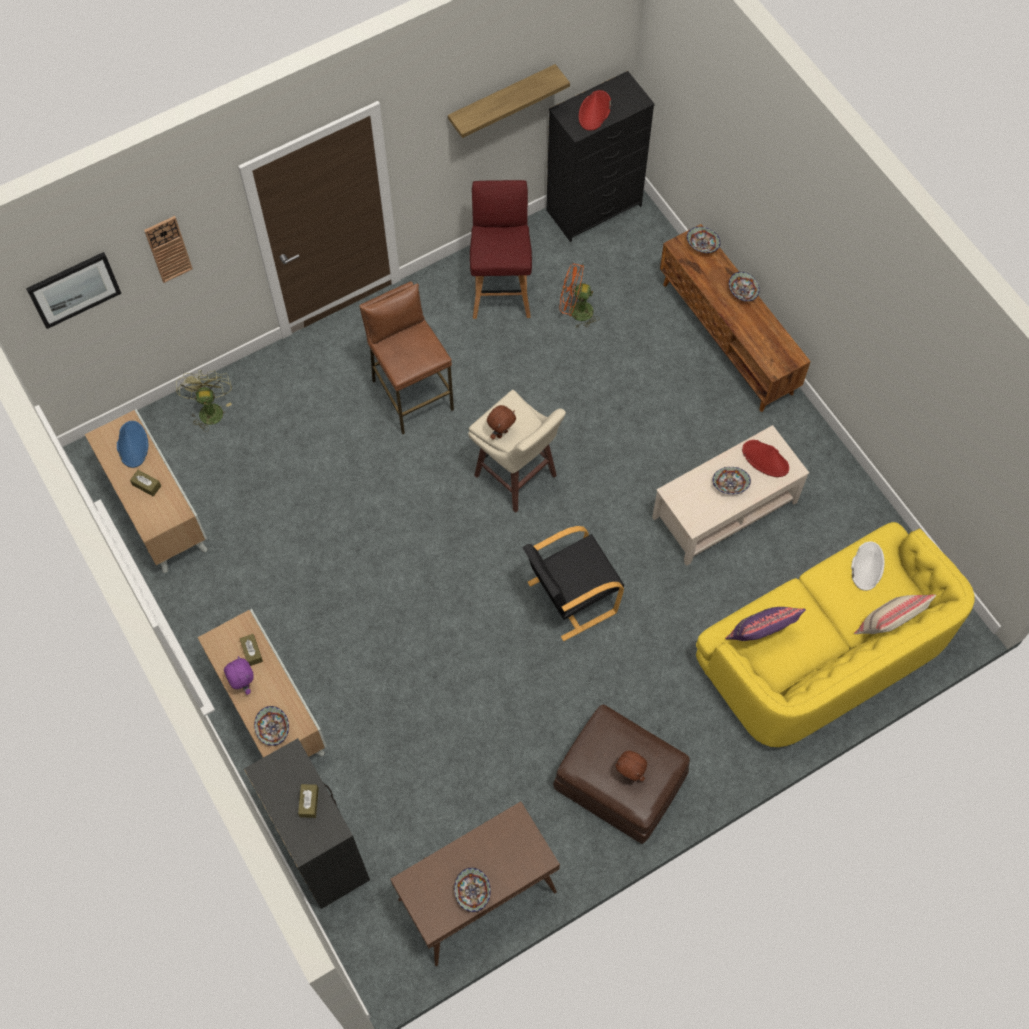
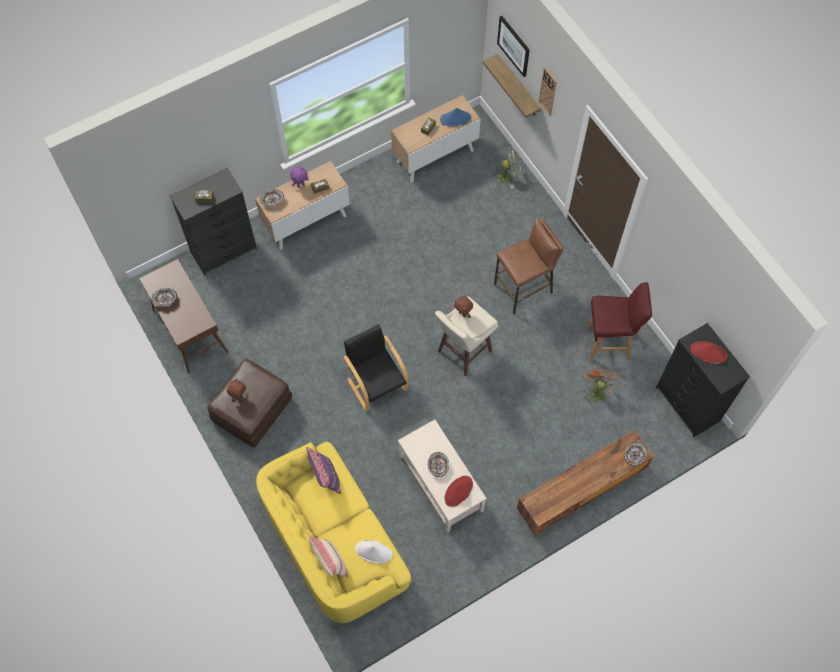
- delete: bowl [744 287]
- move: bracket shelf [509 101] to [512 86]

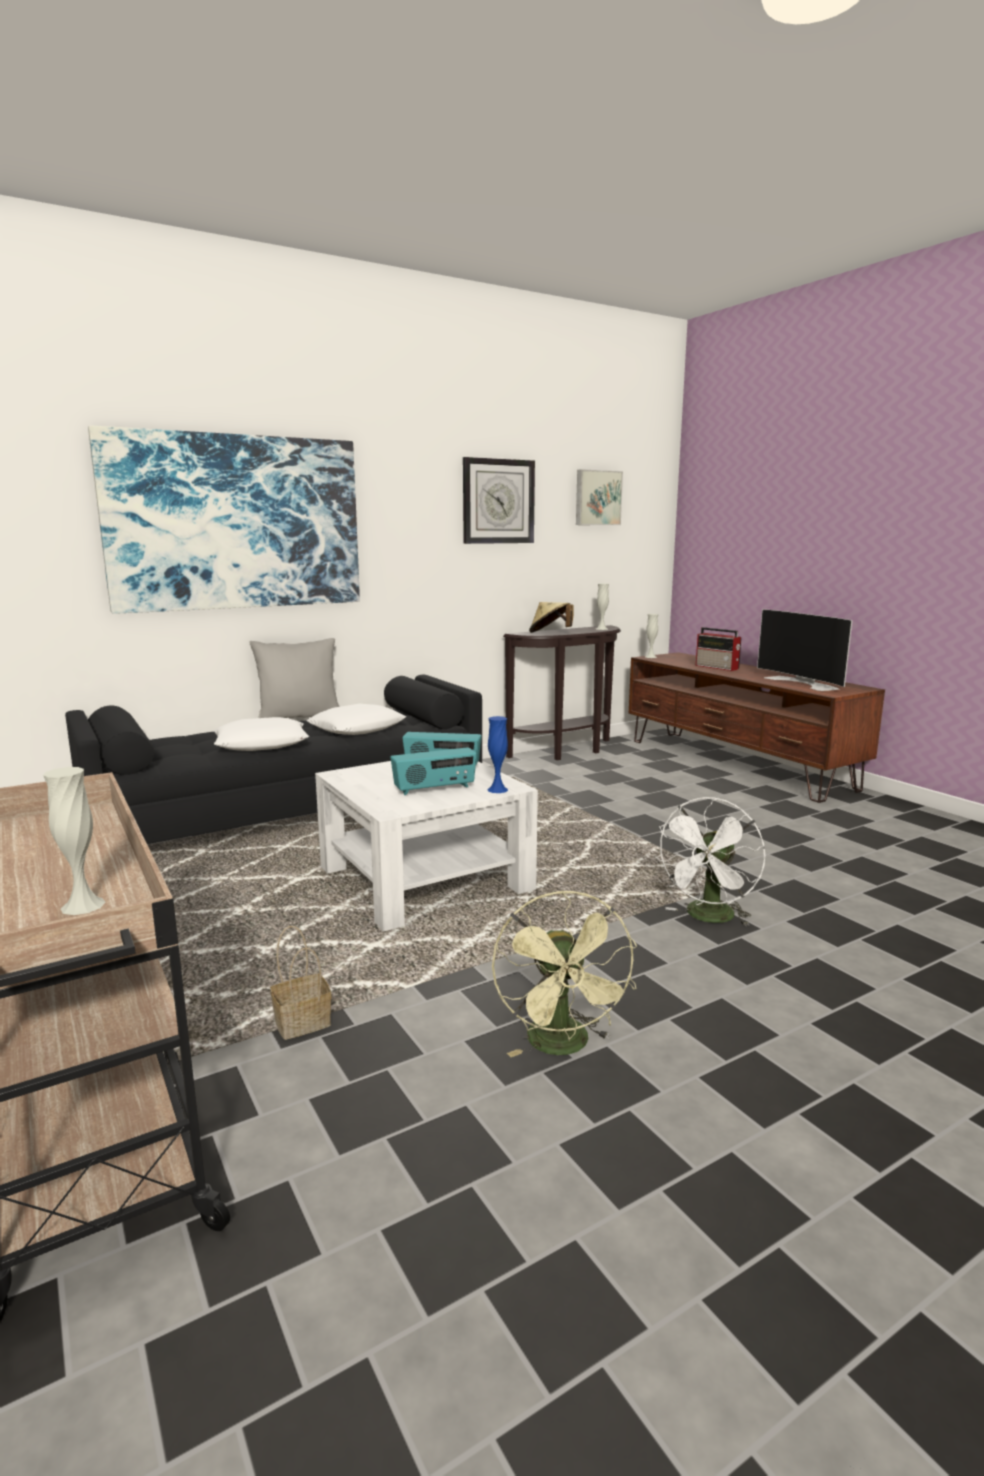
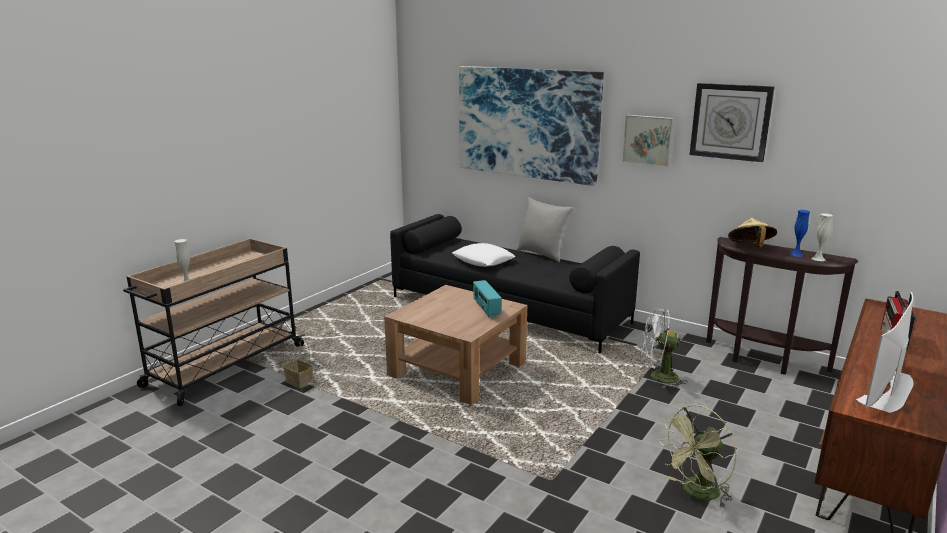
- delete: pillow/whitish [356 719]
- delete: radio receiver [433 771]
- delete: vase/whitish [652 636]
- move: vase/blue [497 754] to [800 233]
- move: cooling fan/green-coloured [564 973] to [697 456]
- move: picture [599 497] to [648 141]
- move: cooling fan/whitish [710 861] to [664 348]
- recolor: lounge table/whitish [426 846] to lounge table/brownish [455 345]

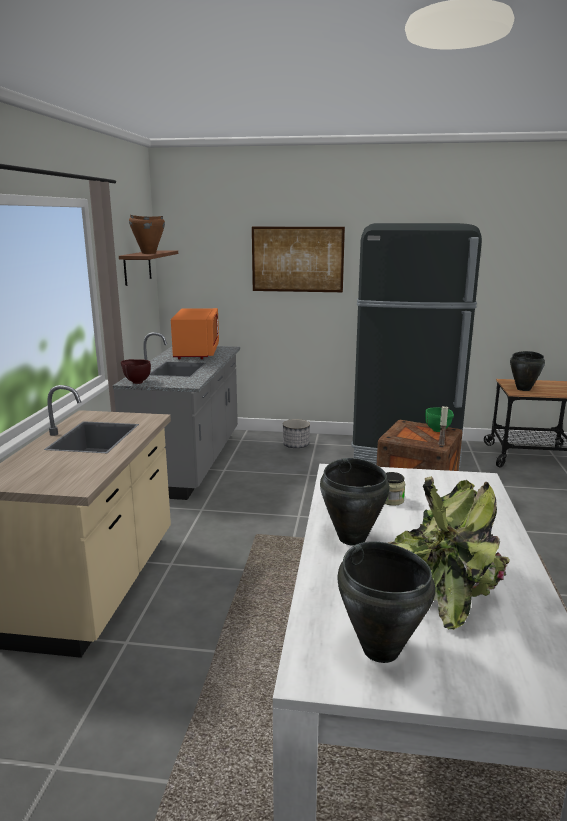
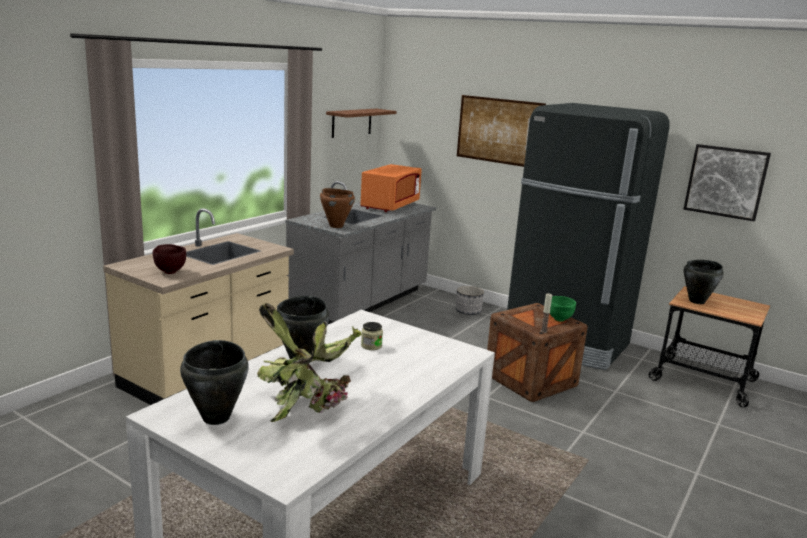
- insert: picture [727 183]
- move: bowl/brownish [136 371] to [169 259]
- move: saucepot/brownish [147 234] to [337 208]

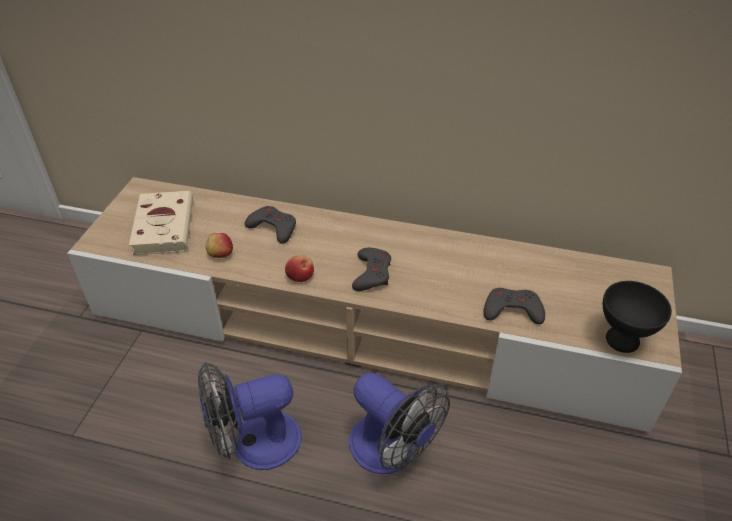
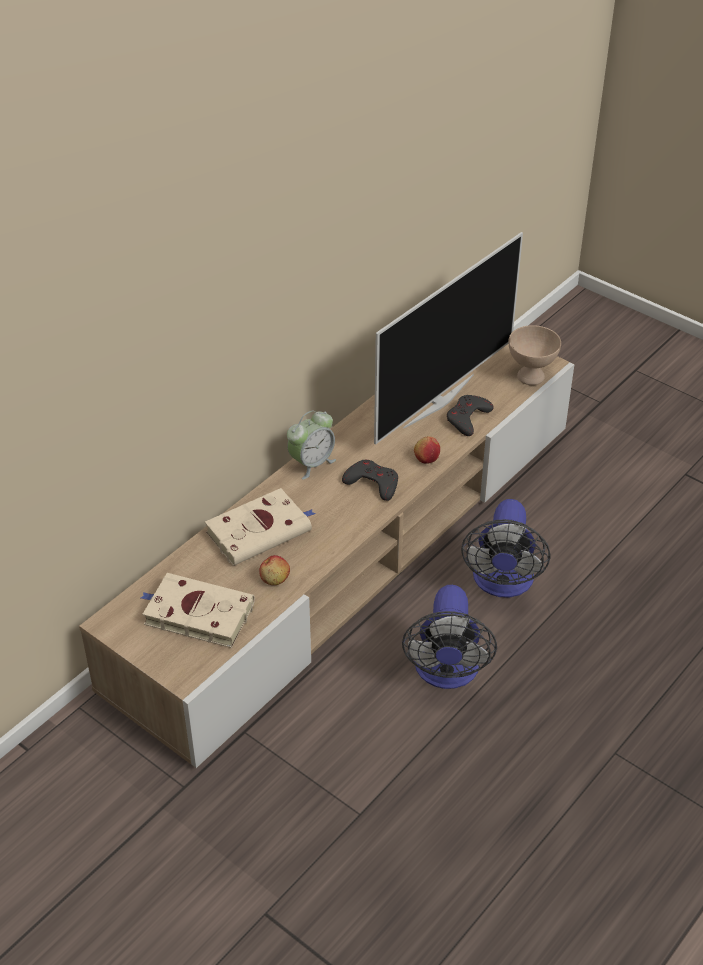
- insert: alarm clock [311 445]
- insert: TV set [448 338]
- move: apple [299 268] to [427 450]
- replace: gamepad/greyish [270 225] to bound book/beige-coloured [260 527]
- recolor: bowl/blackish [637 317] to bowl/beige-coloured [534 355]
- rotate: cooling fan [399 423] = [505 548] 120 degrees clockwise

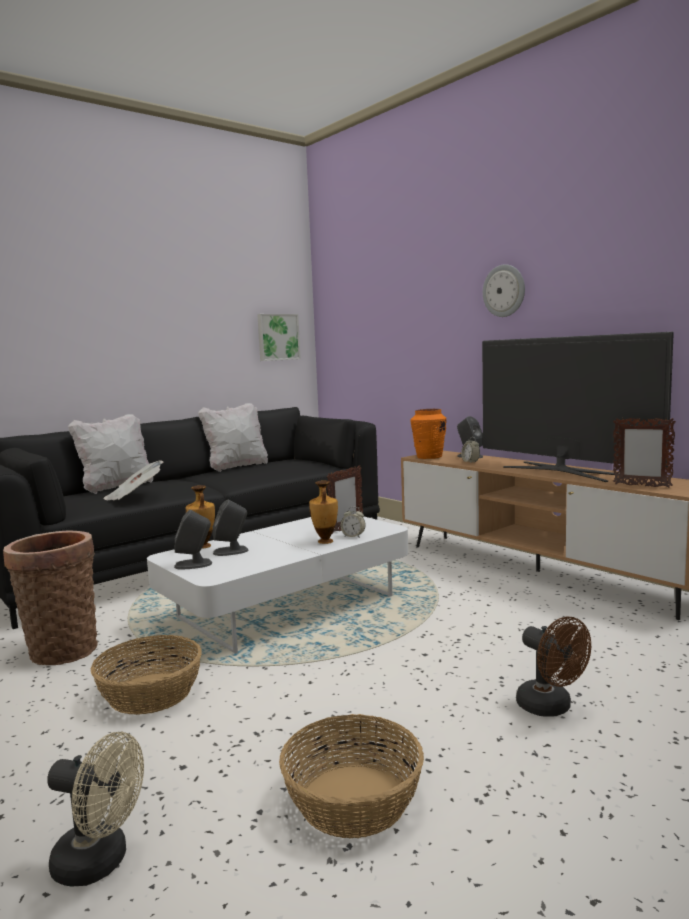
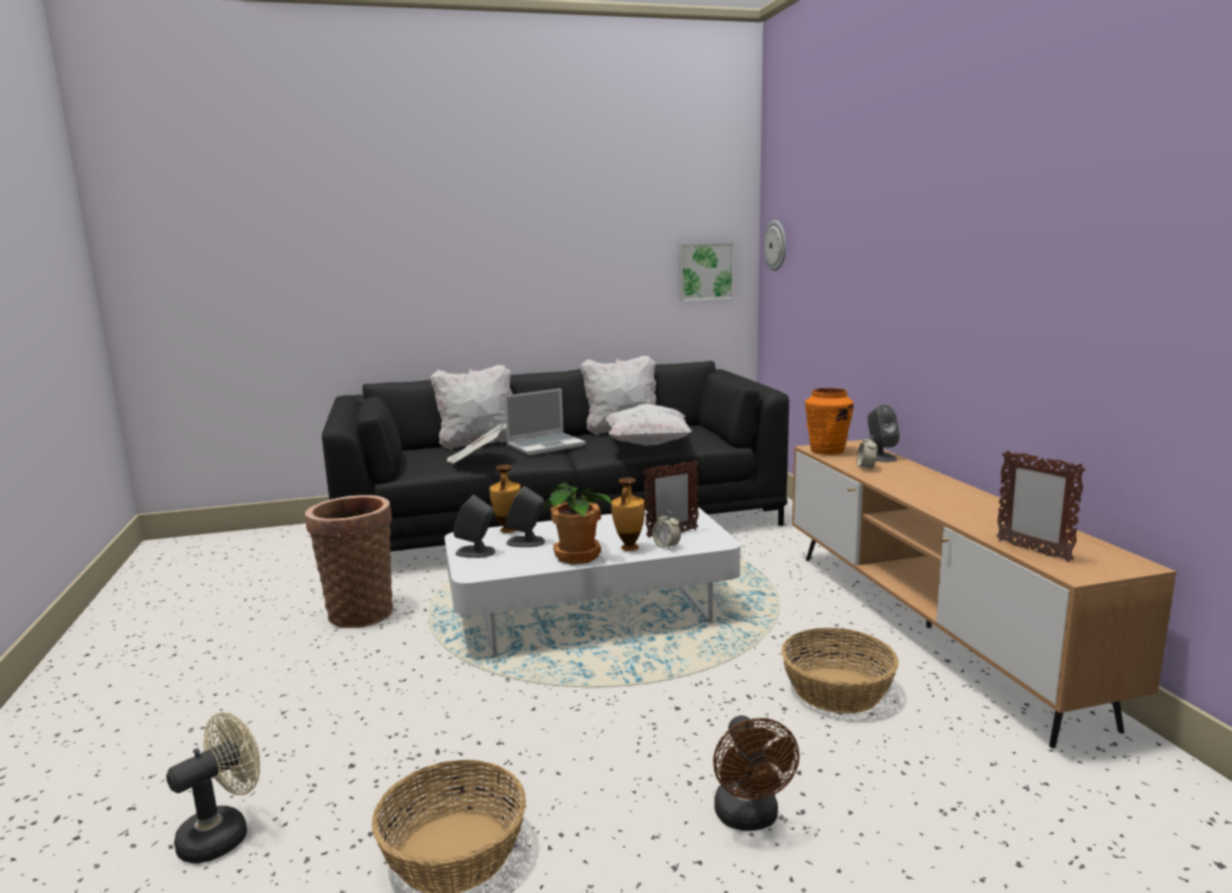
- delete: TV set [578 407]
- insert: laptop [545 422]
- insert: plant in a pot [578 523]
- insert: pillow/whitish [648 425]
- move: household basket [146 675] to [840 671]
- move: clock on the wall [504 290] to [774 245]
- rotate: cooling fan/beige-coloured [95 809] = [213 787] 90 degrees counterclockwise

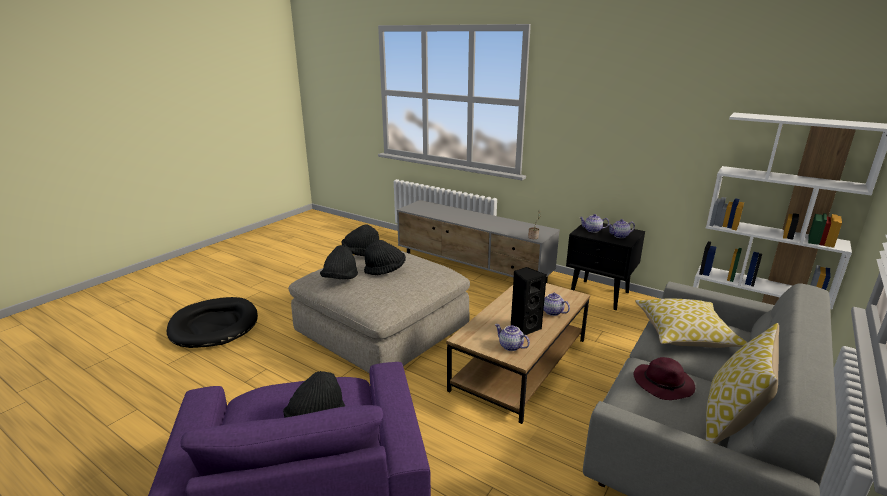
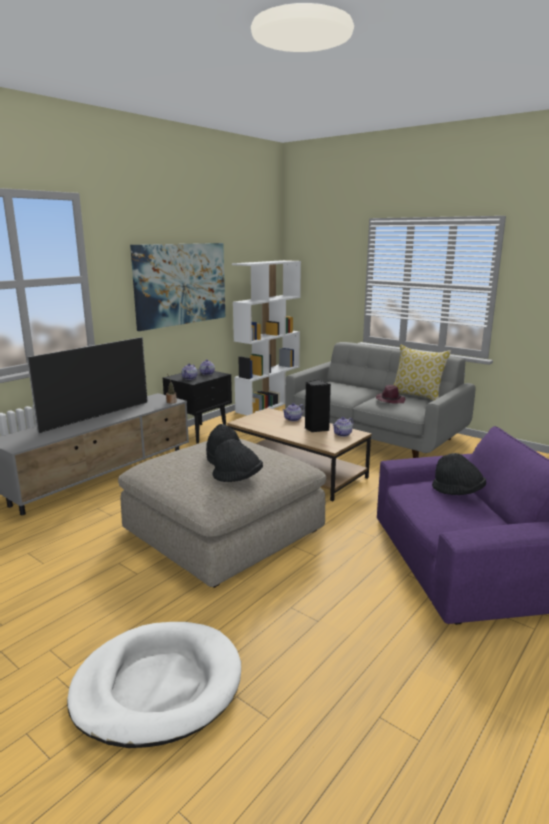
- delete: clothing hat/blackish [360 240]
- delete: pillow [691 323]
- insert: TV set [87 385]
- insert: picture [177 287]
- recolor: pet bed/blackish [212 322] to pet bed/whitish [154 685]

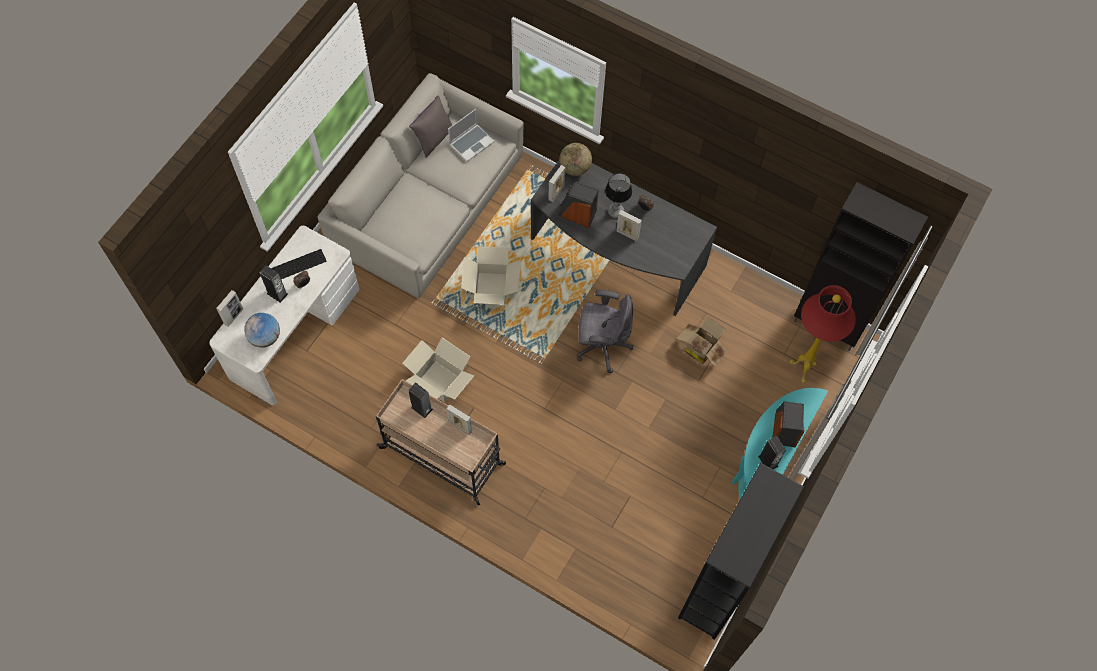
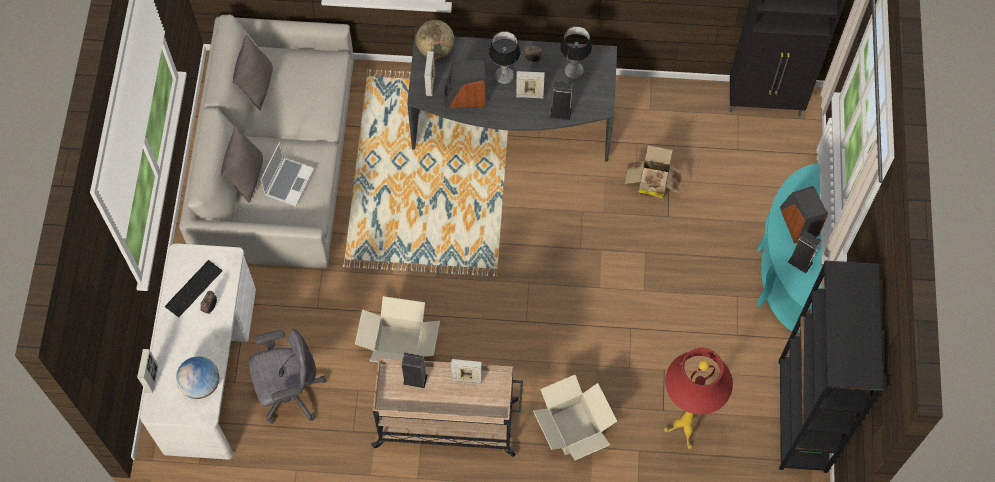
- insert: pillow/greyish [242 164]
- insert: lamp for a table [576 52]
- move: loudspeaker [274 284] to [561 100]
- move: laptop [471 135] to [287 174]
- move: packing box [491 275] to [575 417]
- move: computer chair/greyish [605 331] to [287 376]
- move: standing lamp/reddish [823 334] to [698 398]

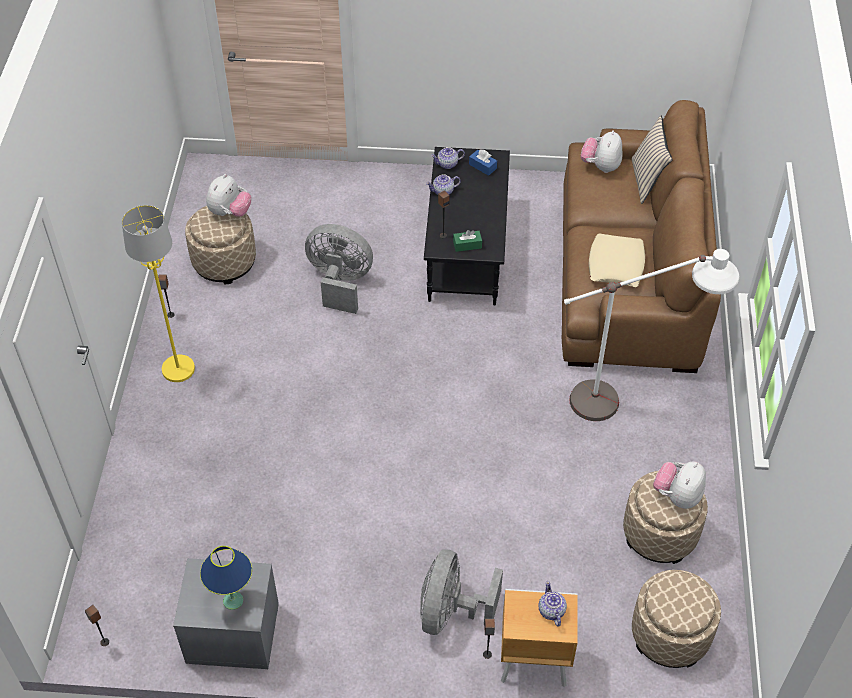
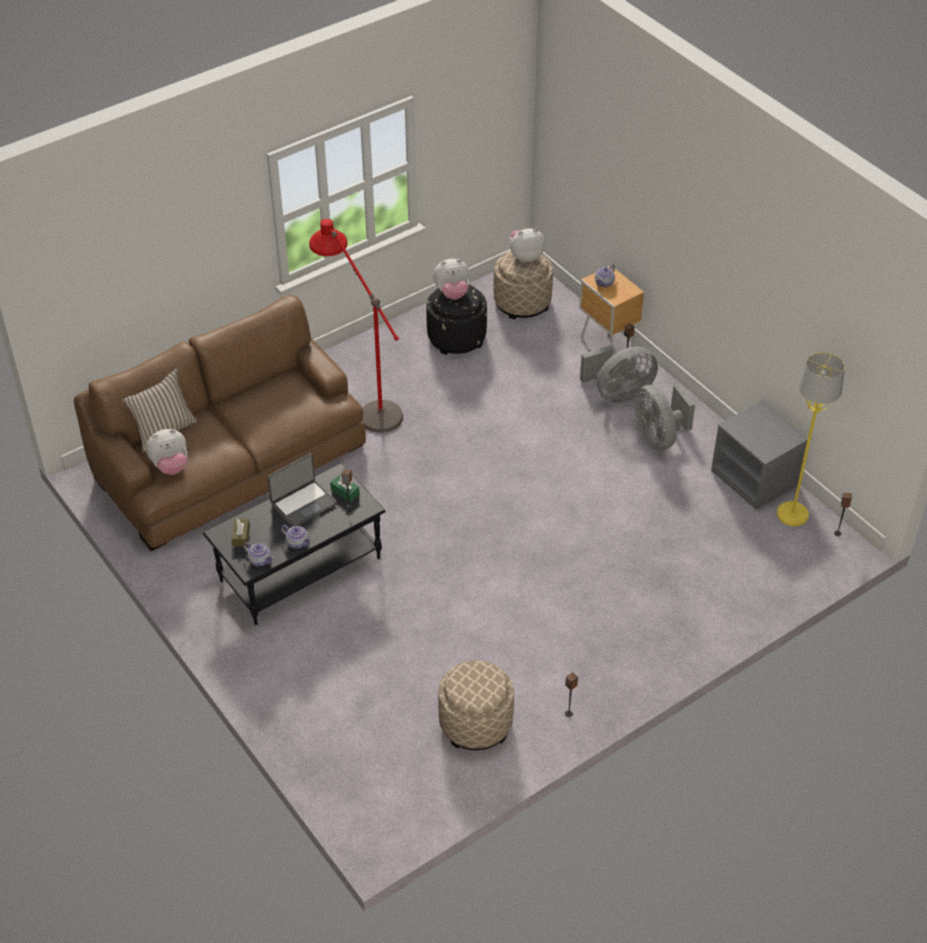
- delete: lamp for a table/blue [226 578]
- delete: pillow/beige-coloured [617 260]
- insert: laptop [302 490]
- move: standing lamp/yellowish [158 293] to [811 439]
- move: cuddly toy [228 195] to [527 245]
- move: cooling fan/greyish [339 269] to [664 417]
- recolor: tissue box/blue [483 162] to tissue box/brownish [241 533]
- recolor: standing lamp/whitish [651 335] to standing lamp/reddish [356 326]
- recolor: ottoman/beige-coloured [665 517] to ottoman/blackish [456 320]

